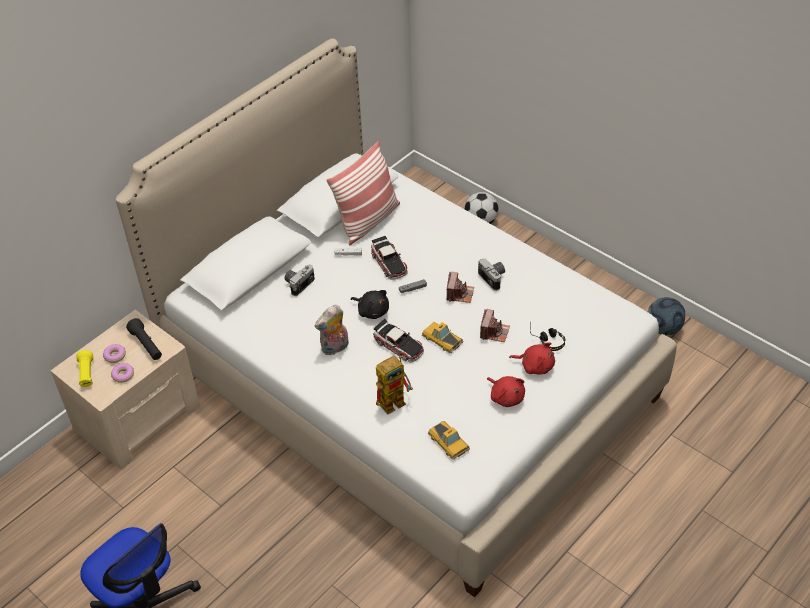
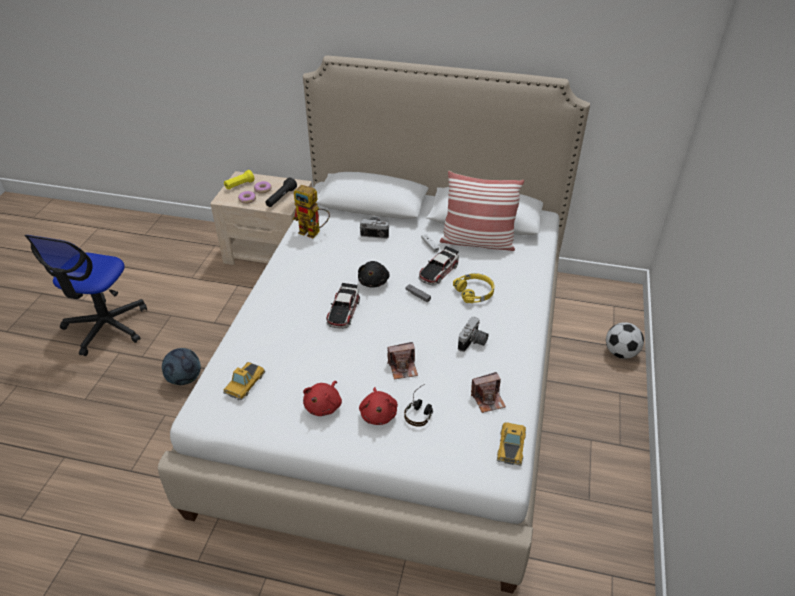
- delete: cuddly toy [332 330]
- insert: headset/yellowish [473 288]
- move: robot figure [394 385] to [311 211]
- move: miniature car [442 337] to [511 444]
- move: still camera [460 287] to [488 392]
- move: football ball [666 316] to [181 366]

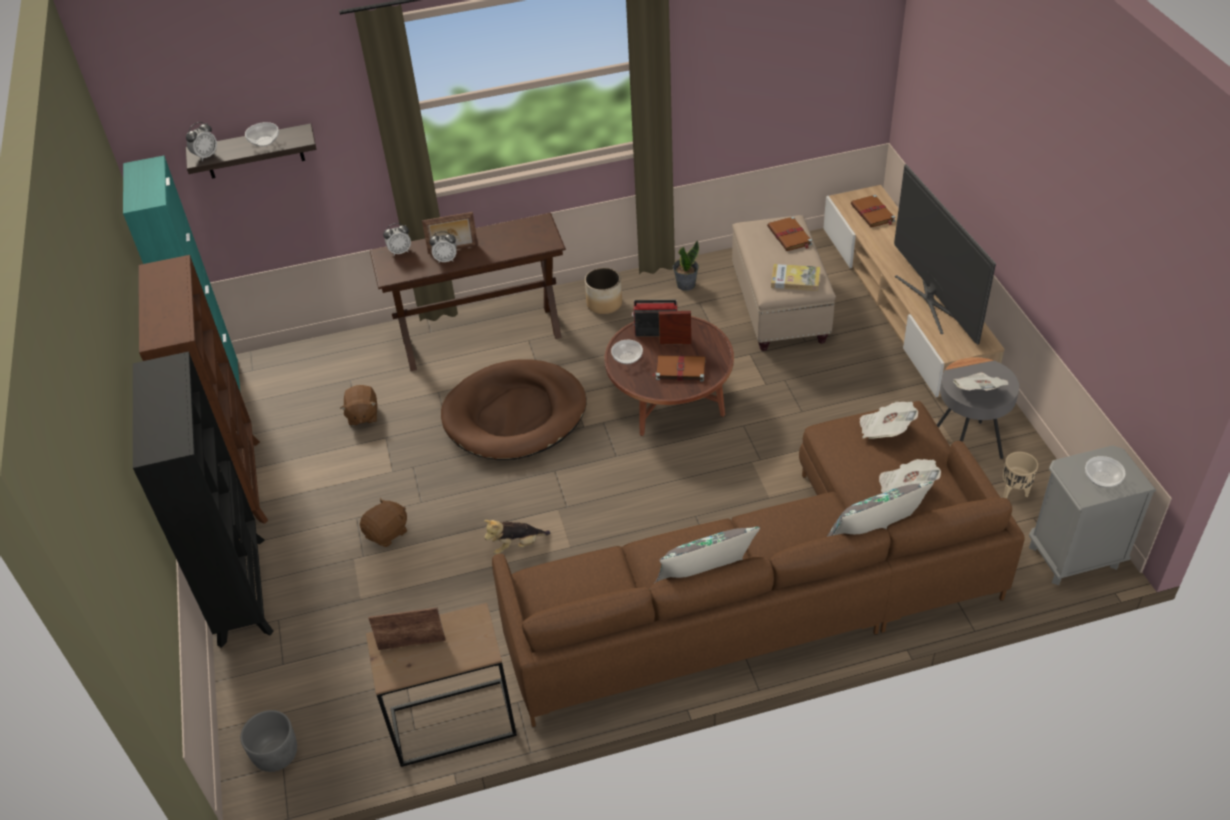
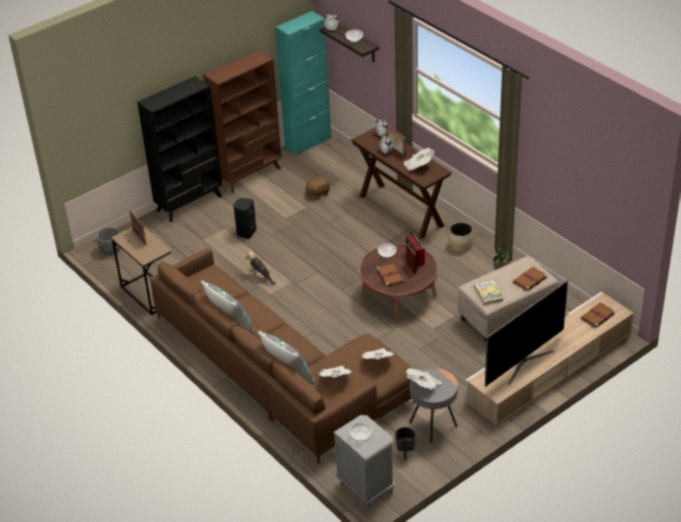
- delete: pet bed/brownish [514 409]
- insert: daily paper [419 159]
- replace: cuddly toy/brownish [383 522] to loudspeaker/blackish [244 218]
- recolor: planter/beige-coloured [1020 475] to planter/blackish [405 443]

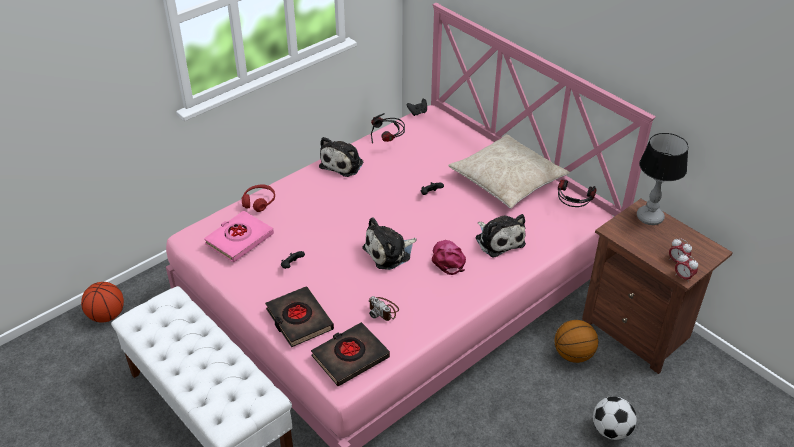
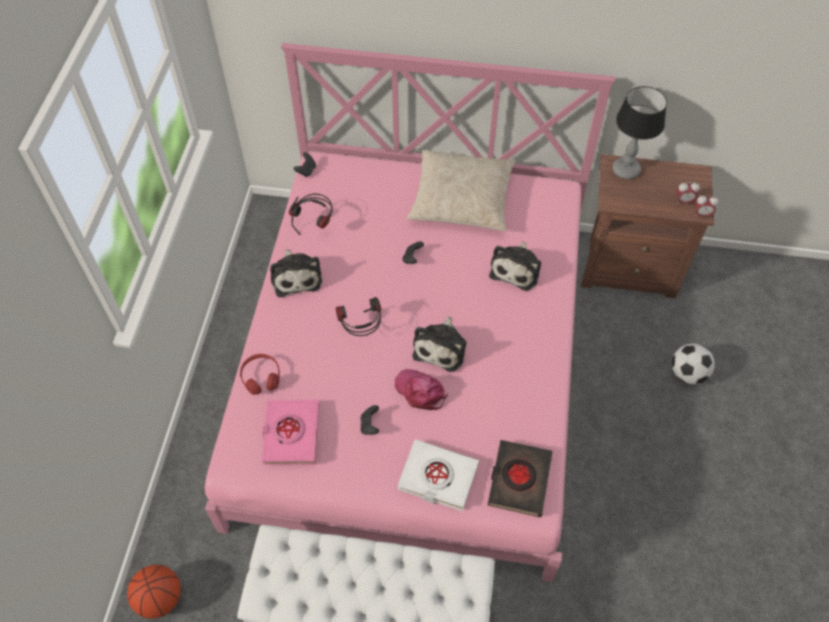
- delete: still camera [384 308]
- delete: basketball ball [576 341]
- move: cap/pinkish [449 257] to [421 389]
- move: headset [577 193] to [358 316]
- recolor: bound book/blackish [299 316] to bound book/whitish [438 475]
- rotate: cuddly toy [500 236] = [515 266] 90 degrees clockwise

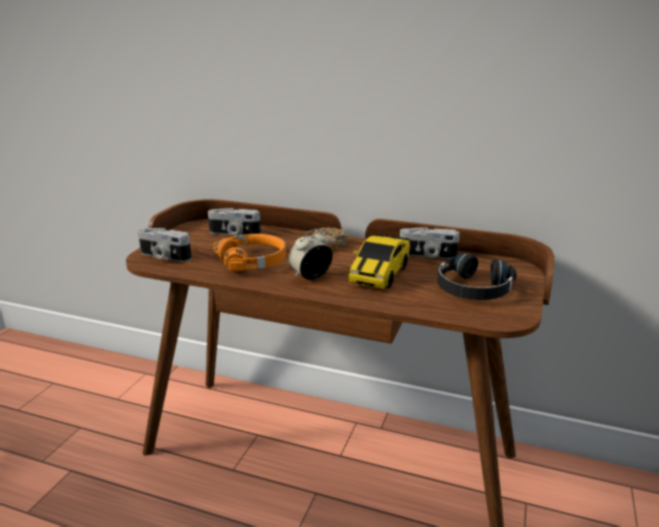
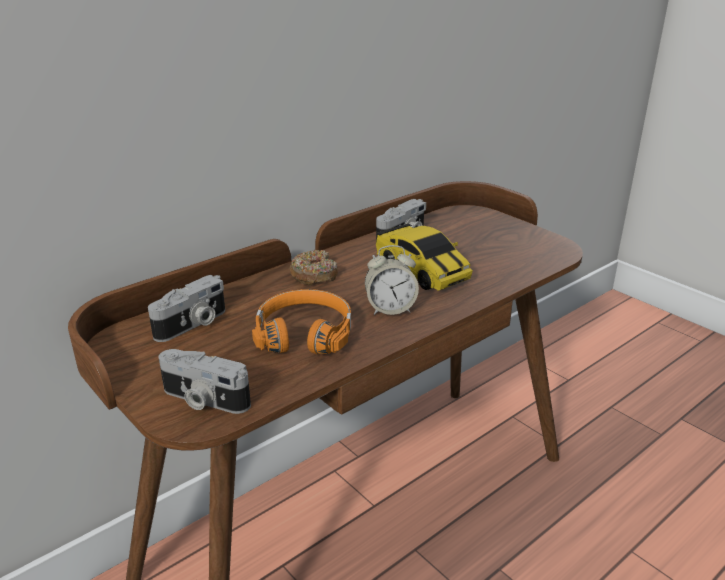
- delete: headset/blackish [477 277]
- rotate: still camera [165 245] = [205 381] 60 degrees clockwise
- rotate: alarm clock [311 254] = [392 280] 90 degrees counterclockwise

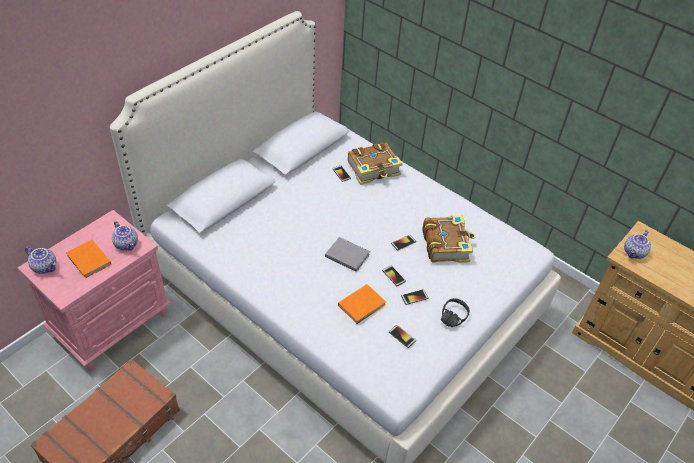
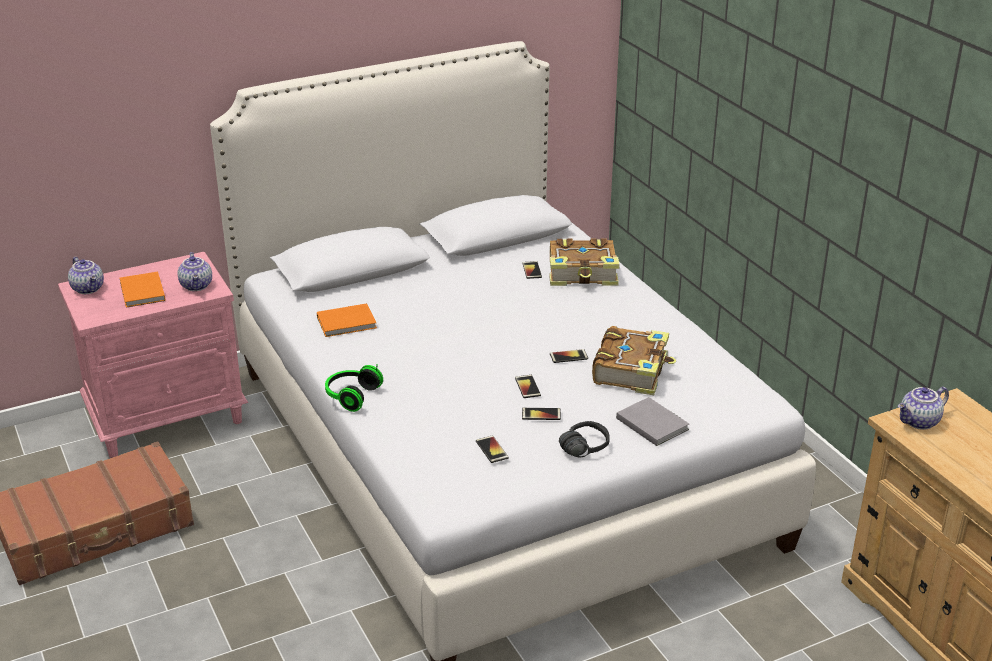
- insert: headset [354 388]
- move: bound book/greyish [347 254] to [652 421]
- move: bound book/orangey [362 304] to [347 320]

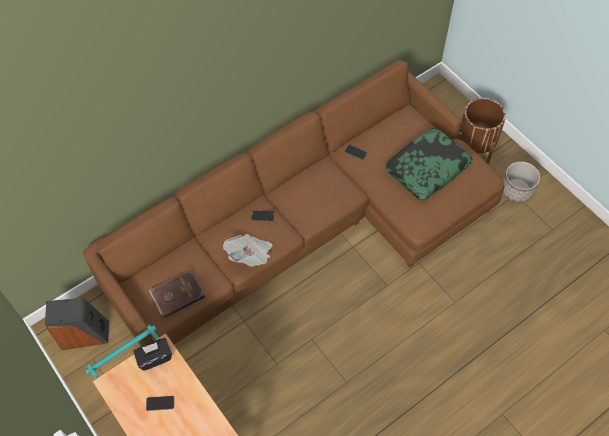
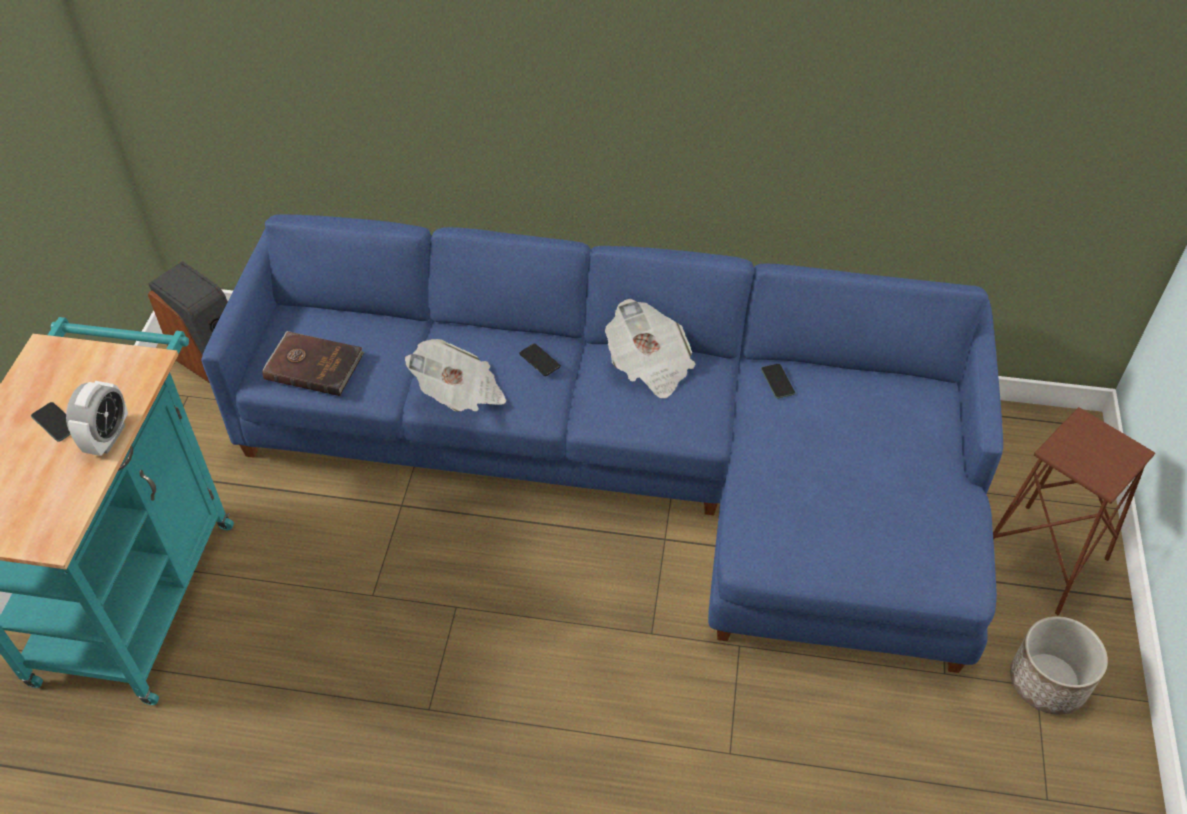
- delete: tissue box/blackish [152 354]
- delete: pillow [428 164]
- insert: alarm clock [97 418]
- insert: daily paper [650 348]
- replace: planter/brownish [482 131] to stool/brownish [1074 511]
- recolor: sofa/brownish [294 203] to sofa/blue [602 443]

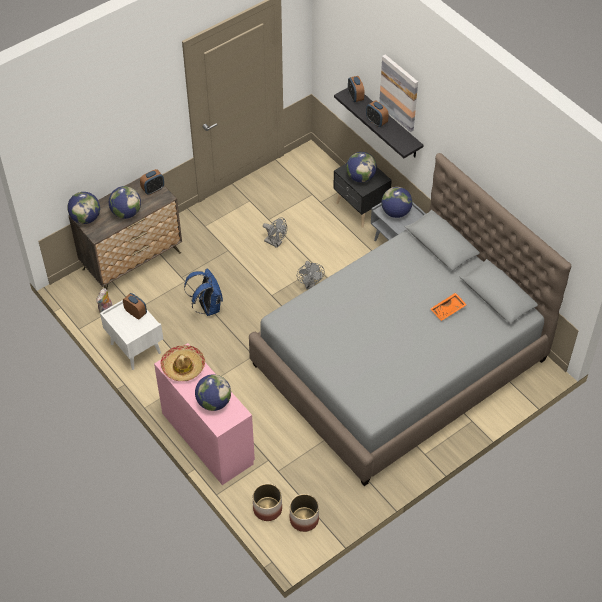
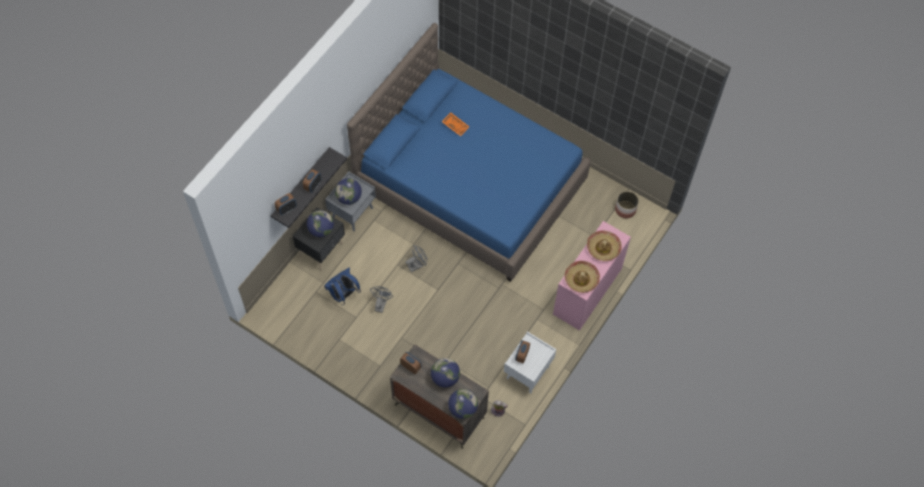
- delete: planter [267 502]
- delete: picture [398 93]
- move: backpack/blue [203 292] to [342 286]
- replace: world globe [213 393] to clothing hat [604 246]
- recolor: sleeping bed/greyish [410 319] to sleeping bed/blue [469 152]

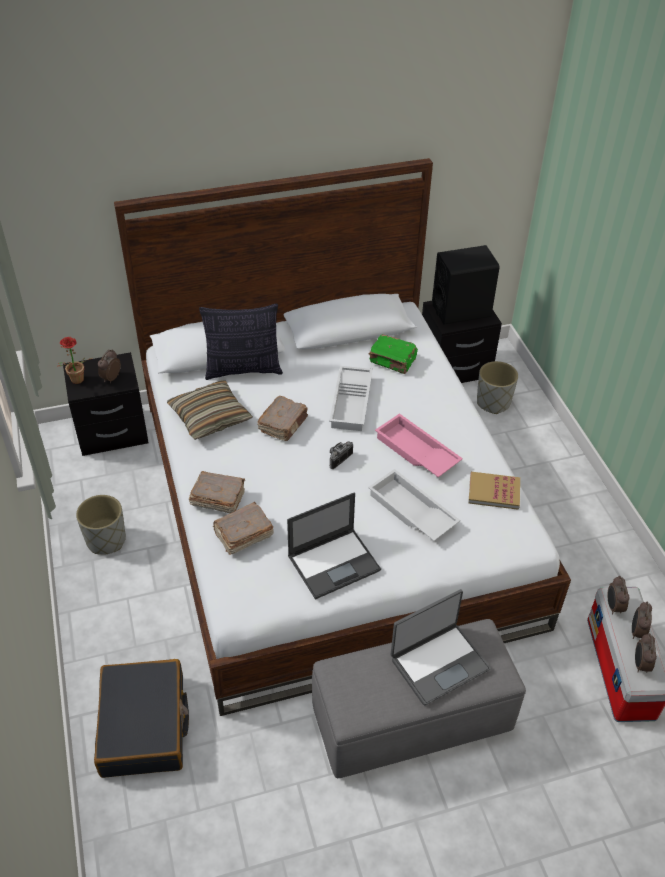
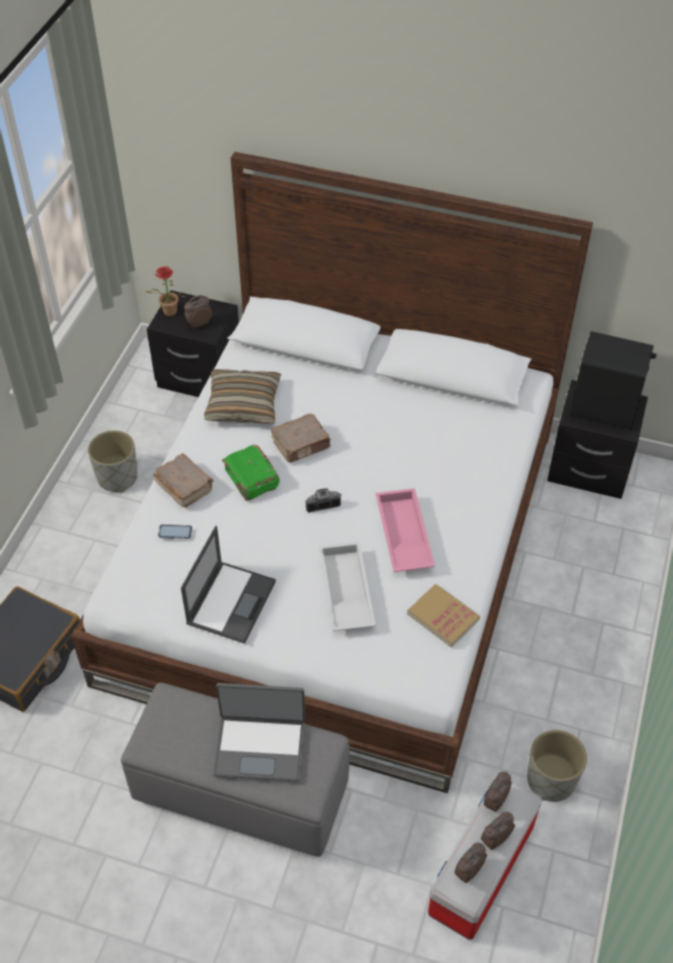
- delete: pillow [241 342]
- delete: tray/whitish [351 398]
- move: bound book/green-coloured [393 354] to [251 473]
- move: planter/greyish [497 387] to [557 766]
- replace: bound book/brownish [243 528] to telephone [175 531]
- rotate: laptop [334 546] = [228 585] 75 degrees counterclockwise

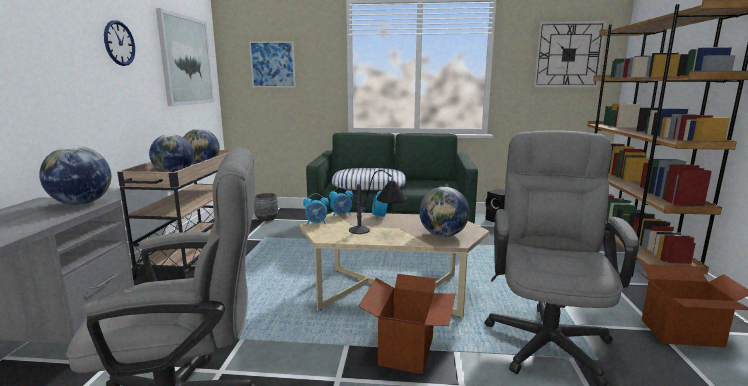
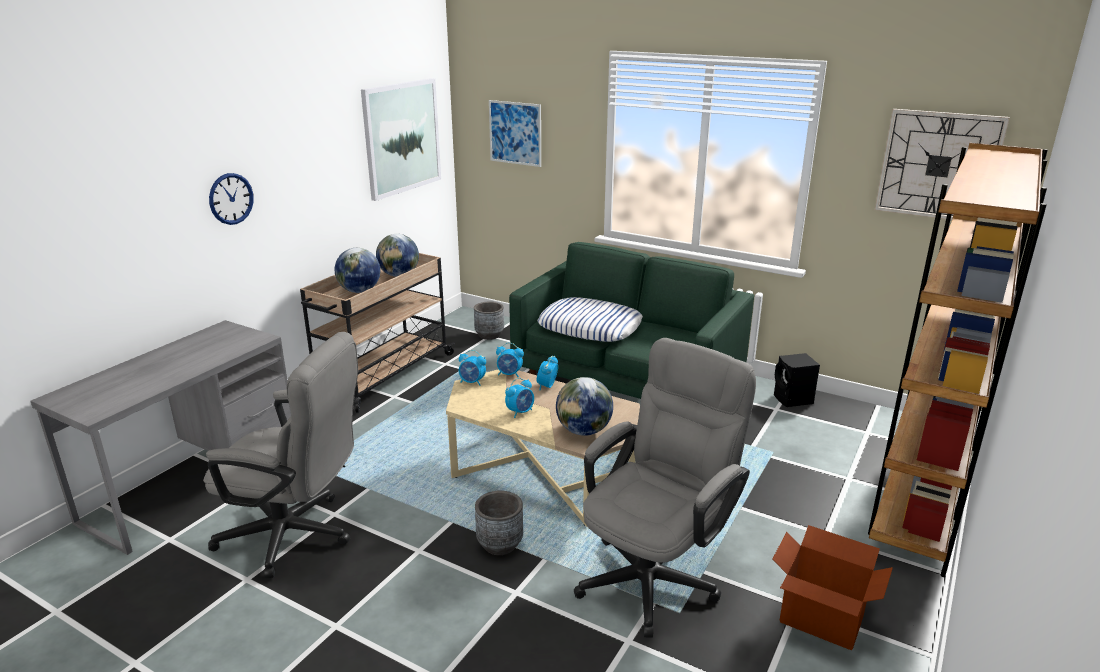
- delete: world globe [75 175]
- move: clock on the wall [119 43] to [231 199]
- replace: lamp for a table [378 202] to alarm clock [519 398]
- replace: packing box [407 324] to planter/greyish [499 522]

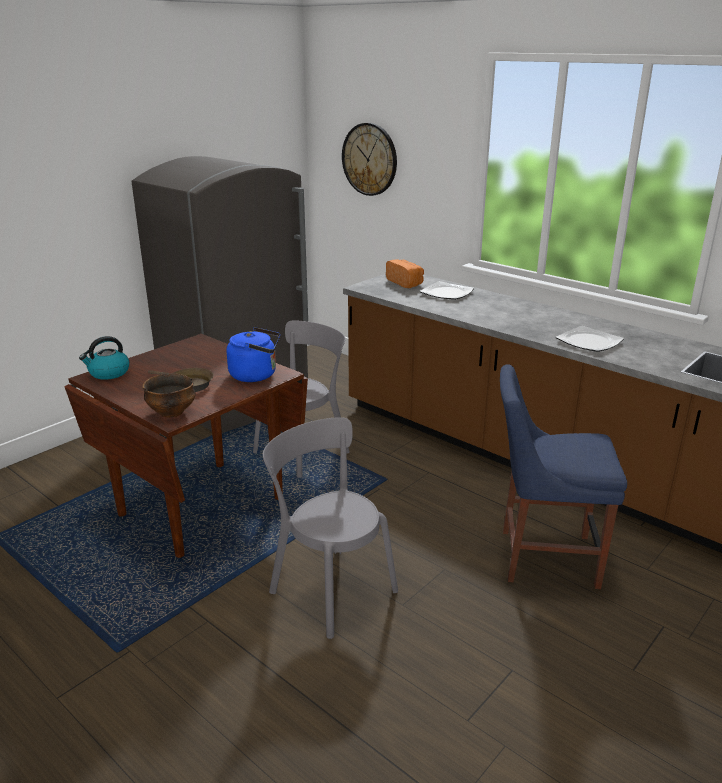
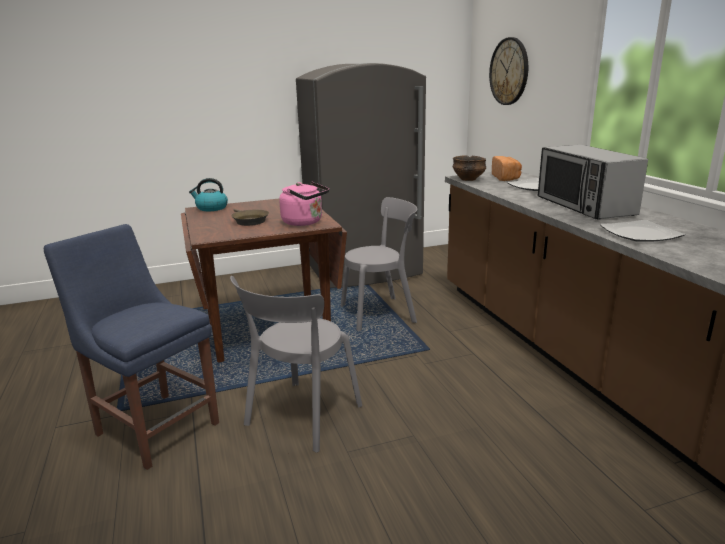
- insert: microwave [593 182]
- move: bowl [169 395] to [469 168]
- move: chair/blue [563 476] to [131 347]
- recolor: tea kettle/blue [253 354] to tea kettle/pinkish [304 204]
- rotate: chair/greyish [330 528] = [296 364] 135 degrees counterclockwise

